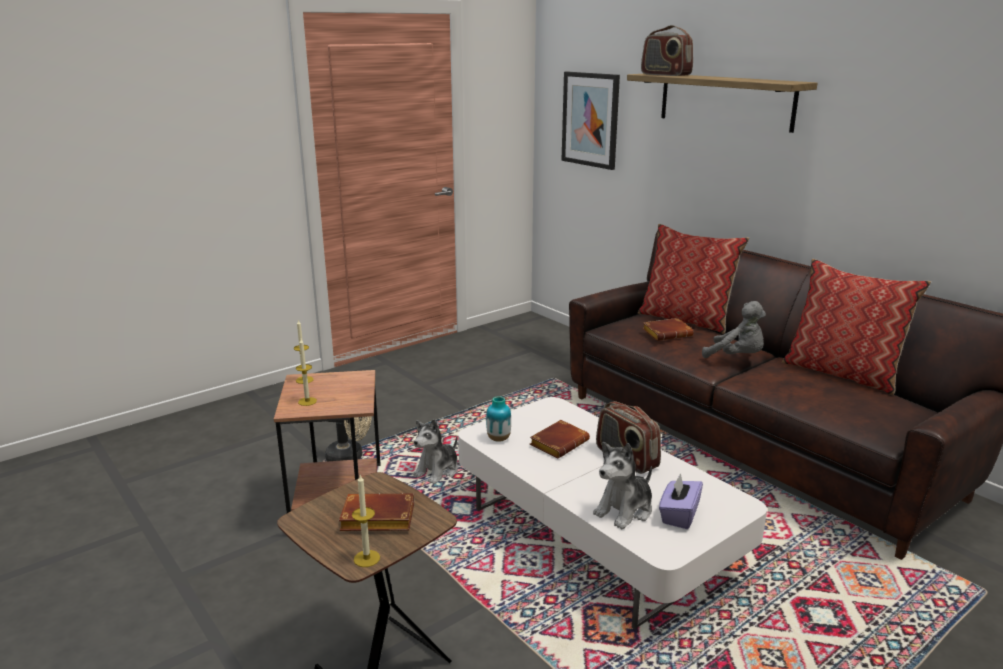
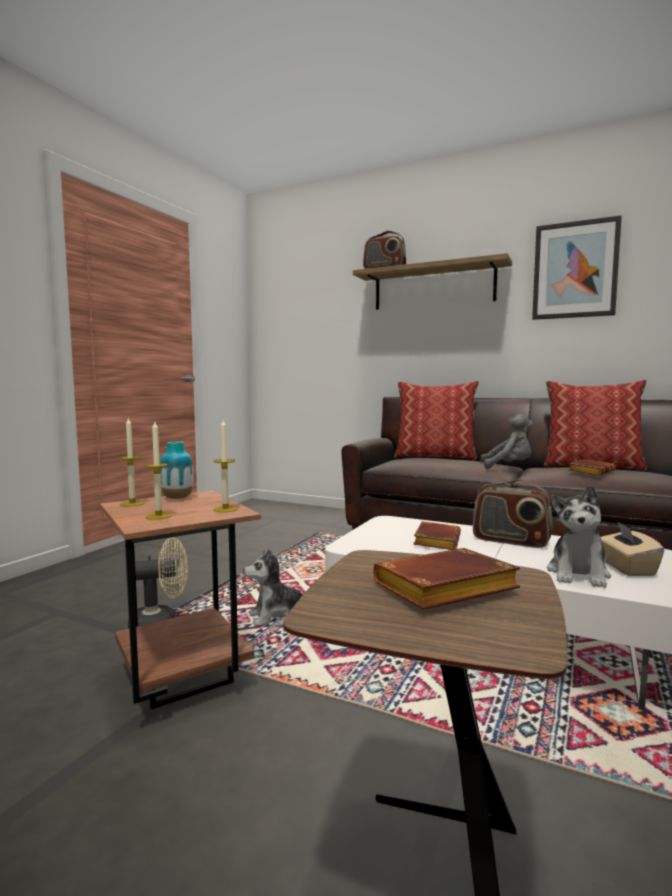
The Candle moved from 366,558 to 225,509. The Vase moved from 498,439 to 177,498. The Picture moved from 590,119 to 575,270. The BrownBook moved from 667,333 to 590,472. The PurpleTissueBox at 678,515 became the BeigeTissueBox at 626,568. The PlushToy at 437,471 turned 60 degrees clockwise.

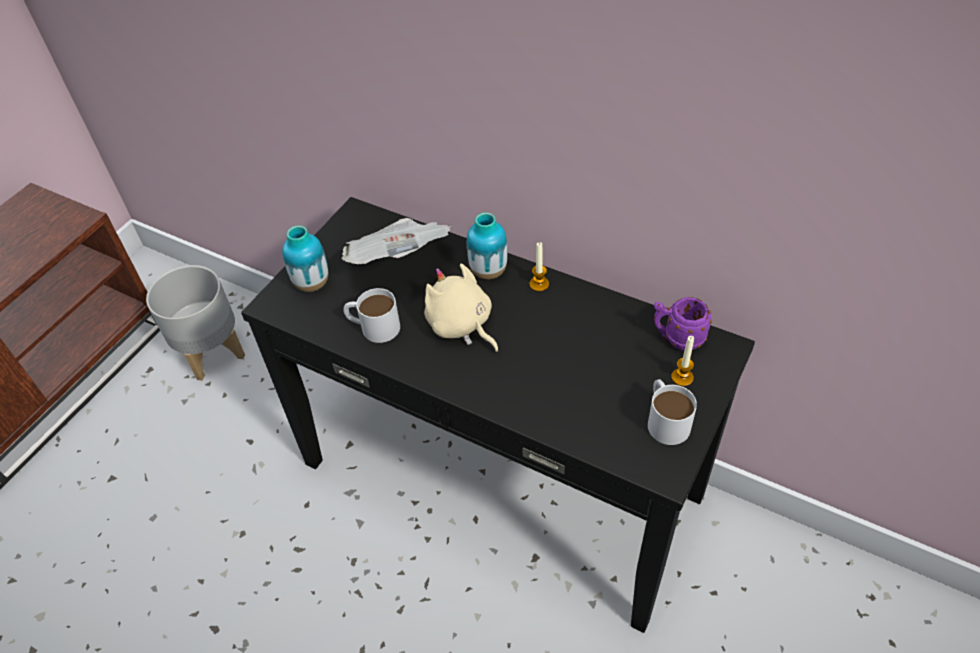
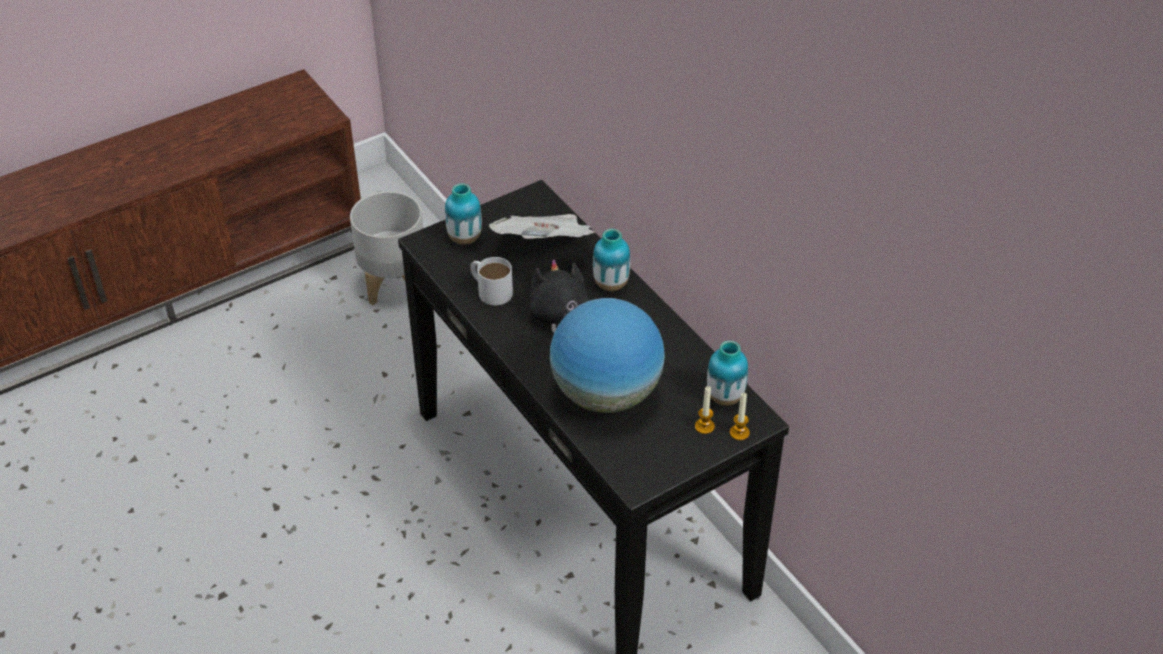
The WhiteMug at 665,419 disappeared. The Globe at 606,394 appeared. The Candle moved from 539,284 to 739,433. The PurpleMug at 677,338 was replaced by the Vase at 725,397. The BeigePlushToy at 461,325 became the BlackPlushToy at 559,317.

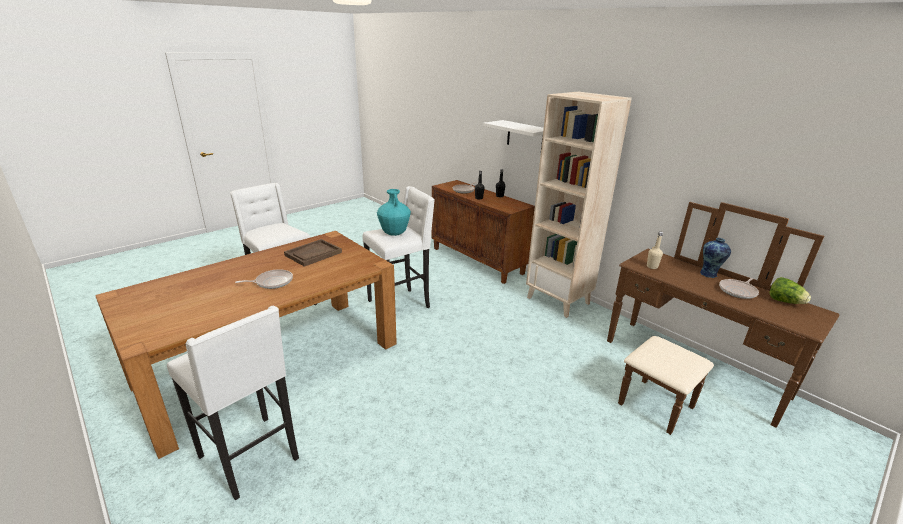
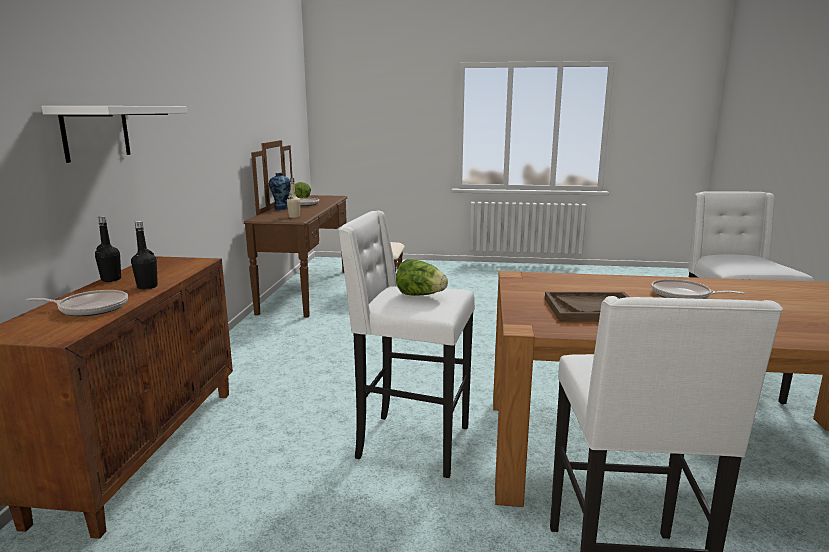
The BeigeBookcase at 558,300 disappeared. The TurquoiseVase at 394,233 was replaced by the Lettuce at 420,295.

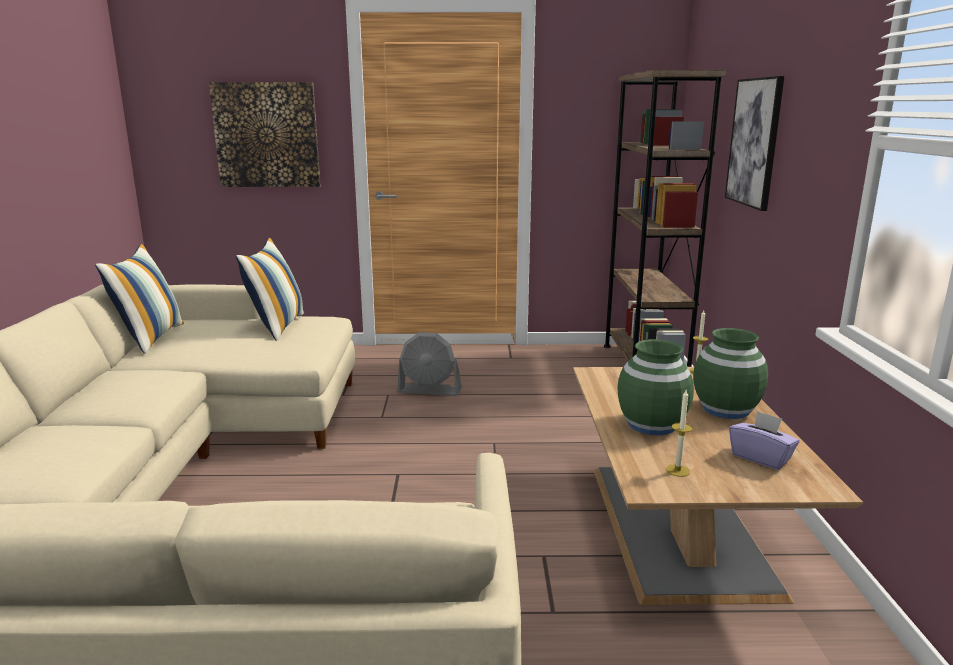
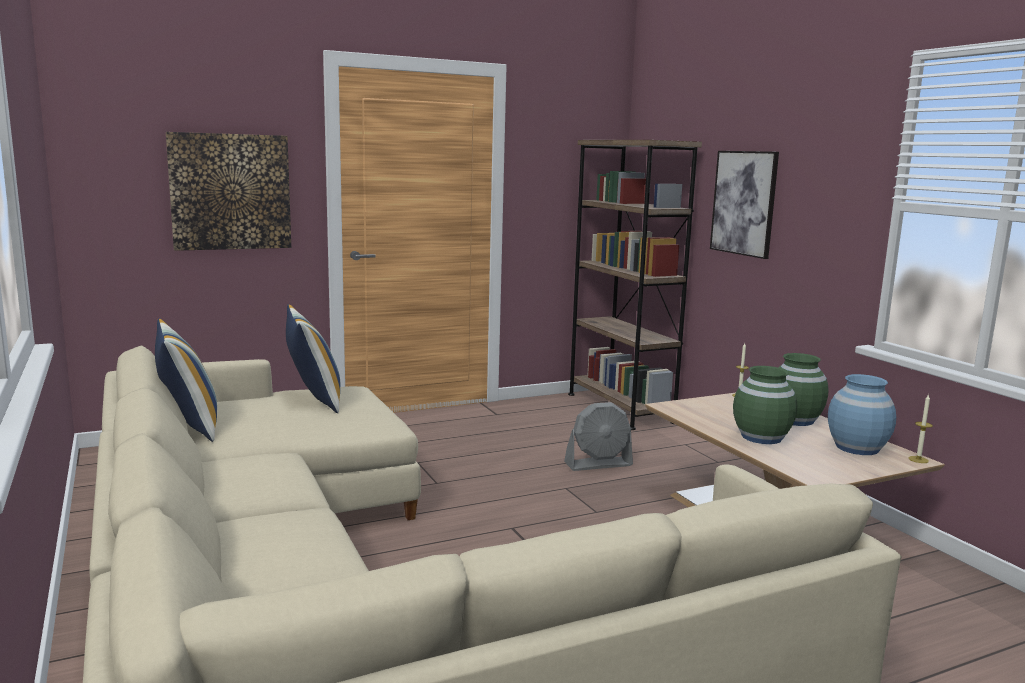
The GreyFan moved from 430,390 to 598,464. The Candle moved from 677,470 to 918,459. The PurpleTissueBox at 761,458 was replaced by the BlueVase at 857,448.

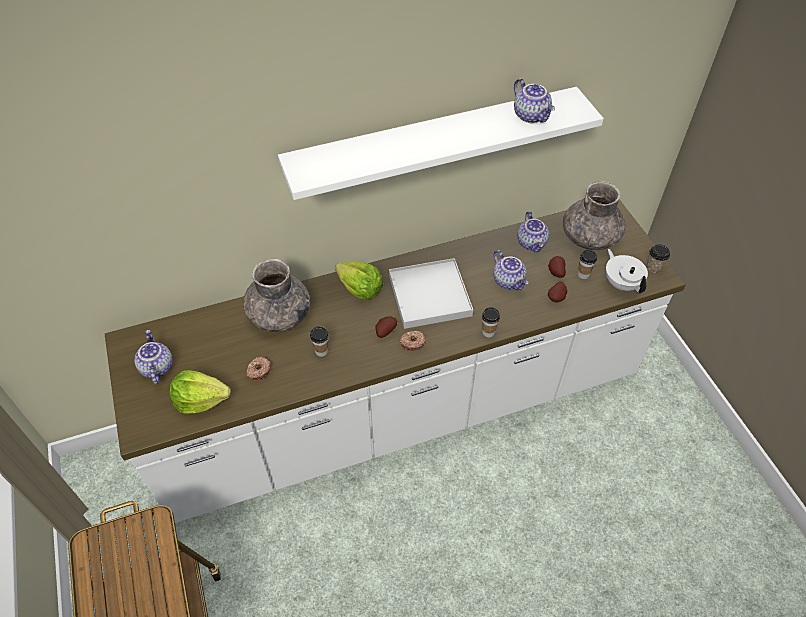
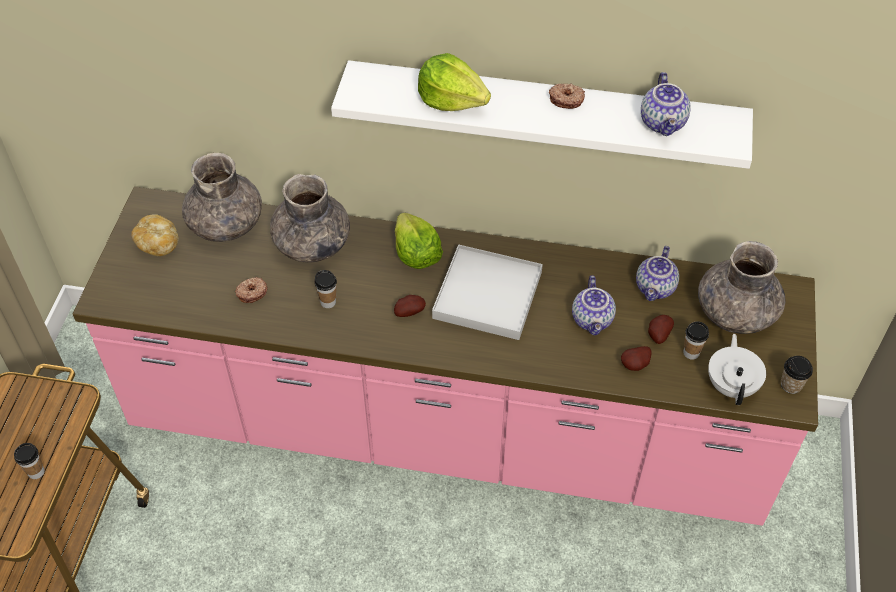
The GreyVase at 226,224 appeared. The Lettuce moved from 201,399 to 451,100. The Donut moved from 412,342 to 566,99. The Cup moved from 488,332 to 36,472. The Teapot at 156,367 was replaced by the Bread at 158,243. The WhiteCounter at 403,410 became the PinkCounter at 448,429.

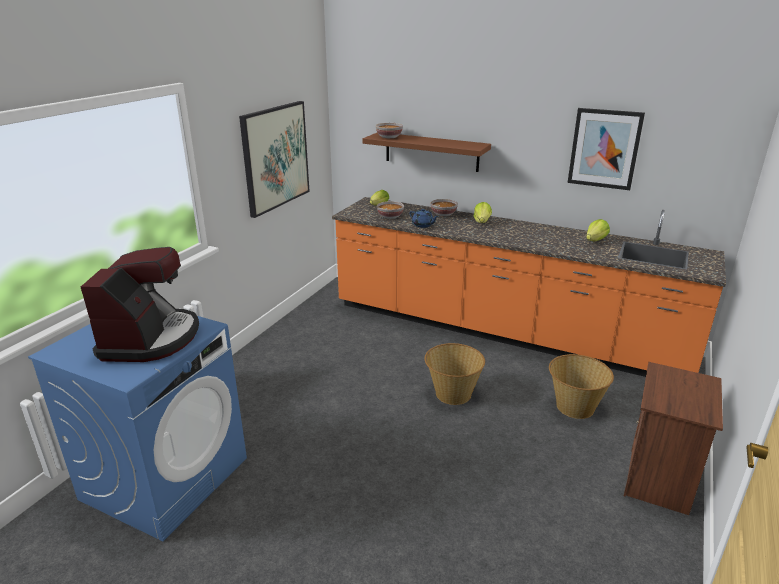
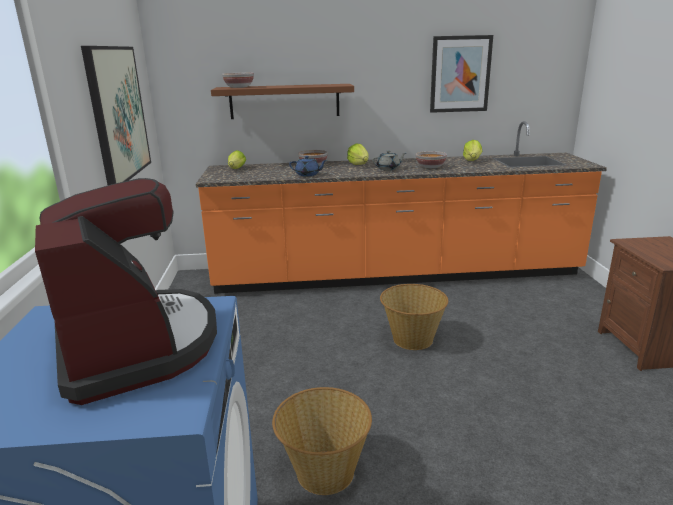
The GreyTeapot at 388,169 appeared. The Bowl moved from 390,216 to 430,167. The Basket moved from 574,406 to 324,471.

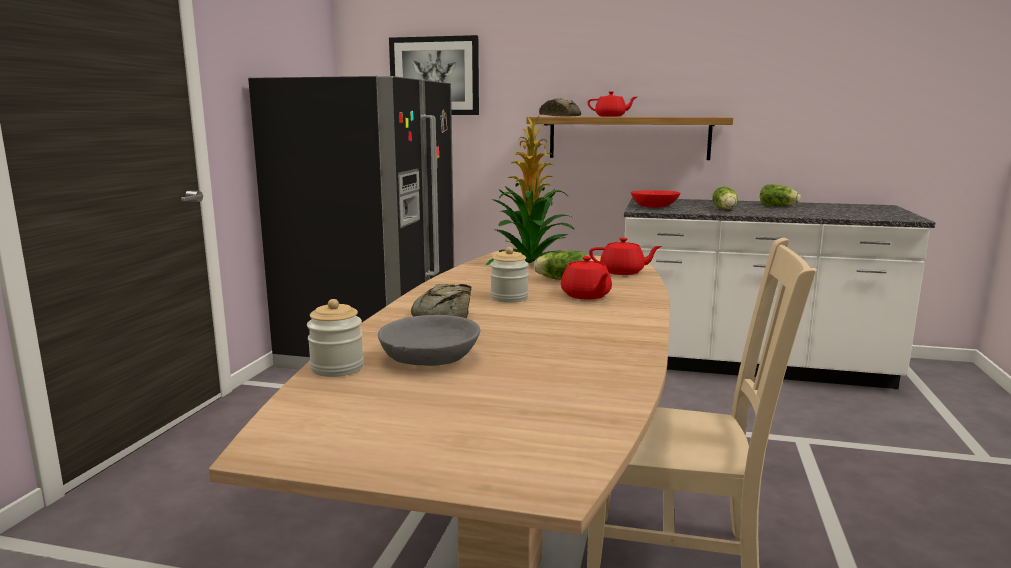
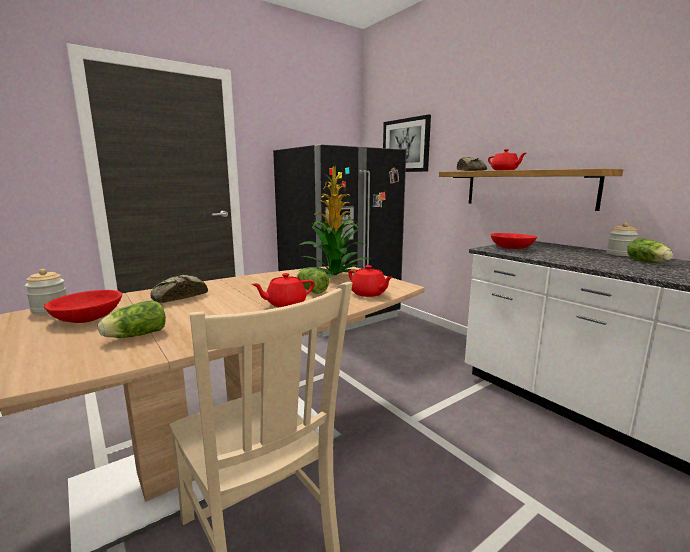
The Jar moved from 509,298 to 620,254. The Lettuce moved from 725,209 to 134,336. The GreyBowl at 430,358 became the RedBowl at 87,317. The RedTeapot at 586,296 turned 45 degrees clockwise.

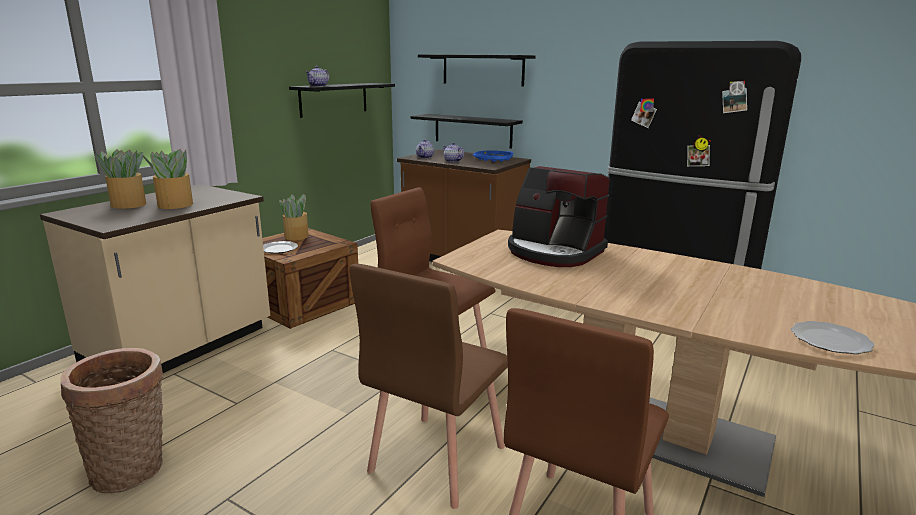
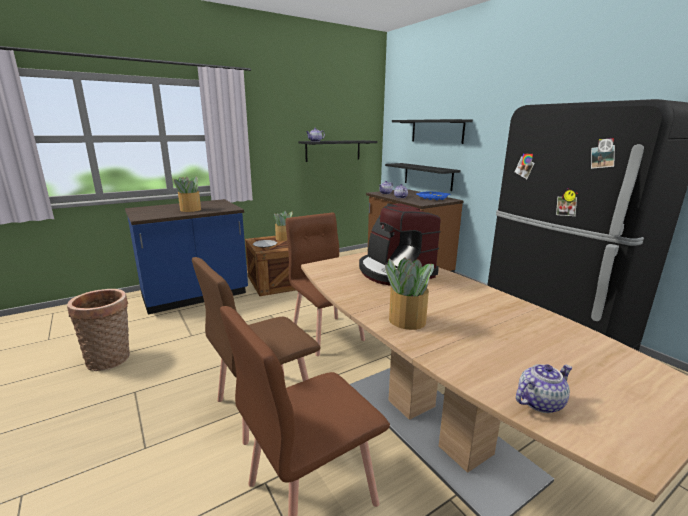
The PottedPlant moved from 128,204 to 406,320. The Plate at 829,340 was replaced by the Teapot at 539,402. The BeigeCounter at 182,348 became the BlueCounter at 195,296.

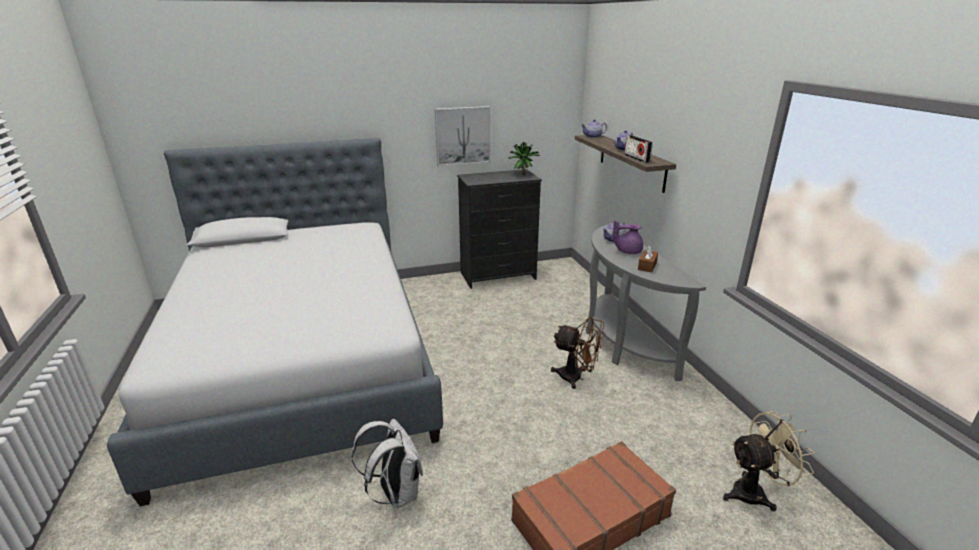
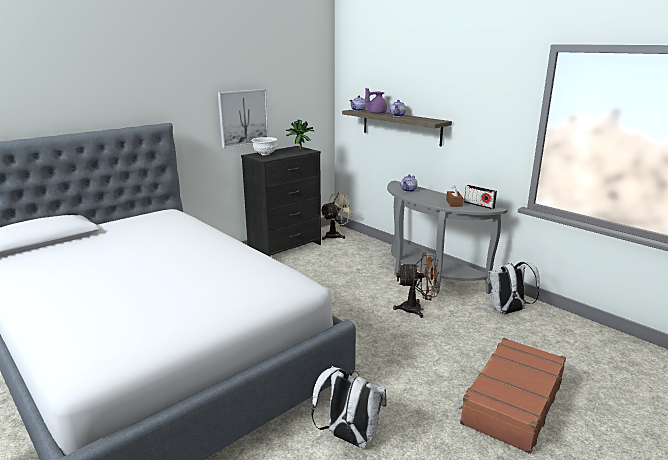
The WhiteBowl at 265,154 appeared. The WhiteBackpack at 507,311 appeared. The PurpleTeapot moved from 627,251 to 376,113. The Radio moved from 636,158 to 479,205. The BeigeFan moved from 755,492 to 336,235.

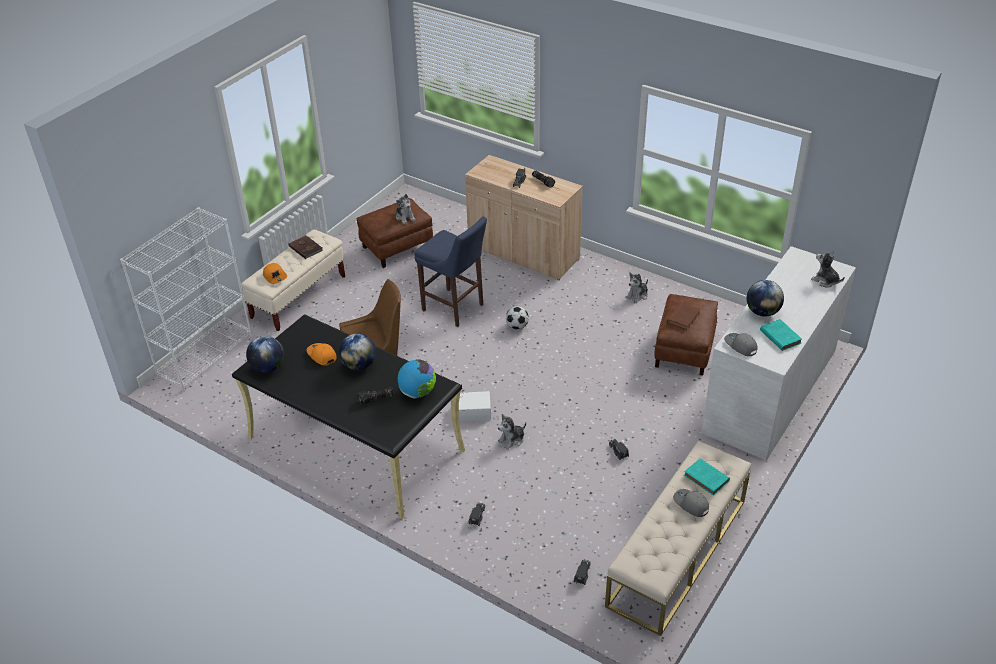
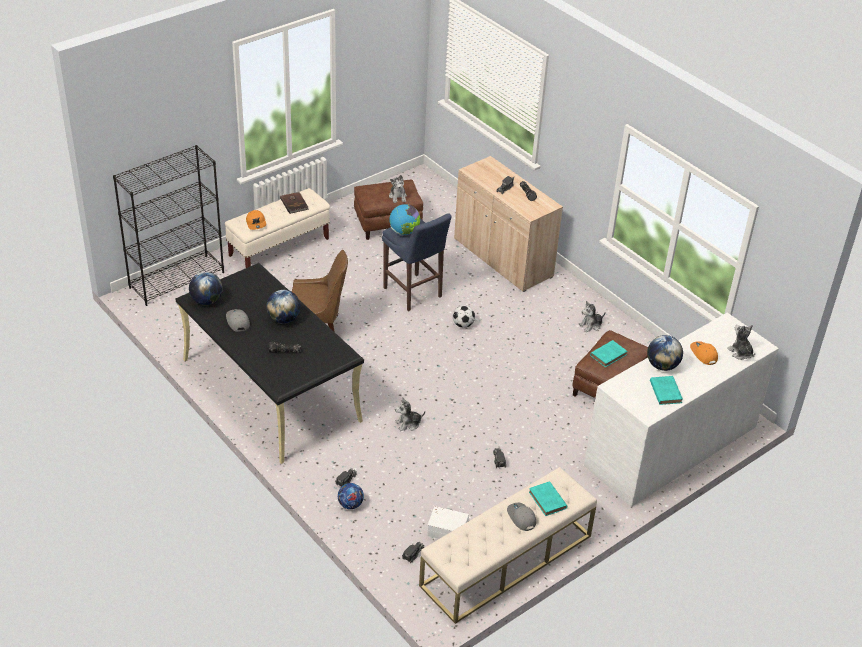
The Football at 350,504 appeared. The OrangeCap moved from 321,356 to 703,354. The Globe moved from 418,392 to 404,232. The WhiteStorageBox moved from 473,411 to 447,529. The GreyCap moved from 740,346 to 237,322. The WhiteBookcase at 206,356 became the BlackBookcase at 177,279. The BrownBook at 683,317 became the TurquoiseBook at 609,355.

